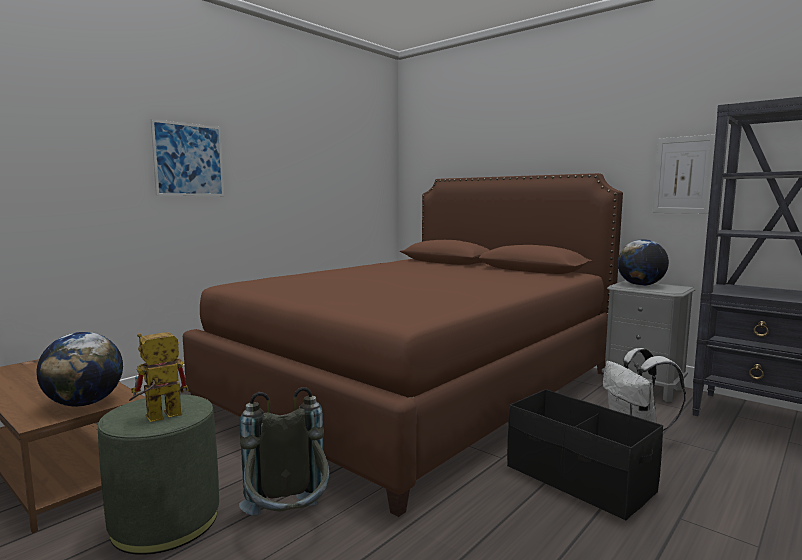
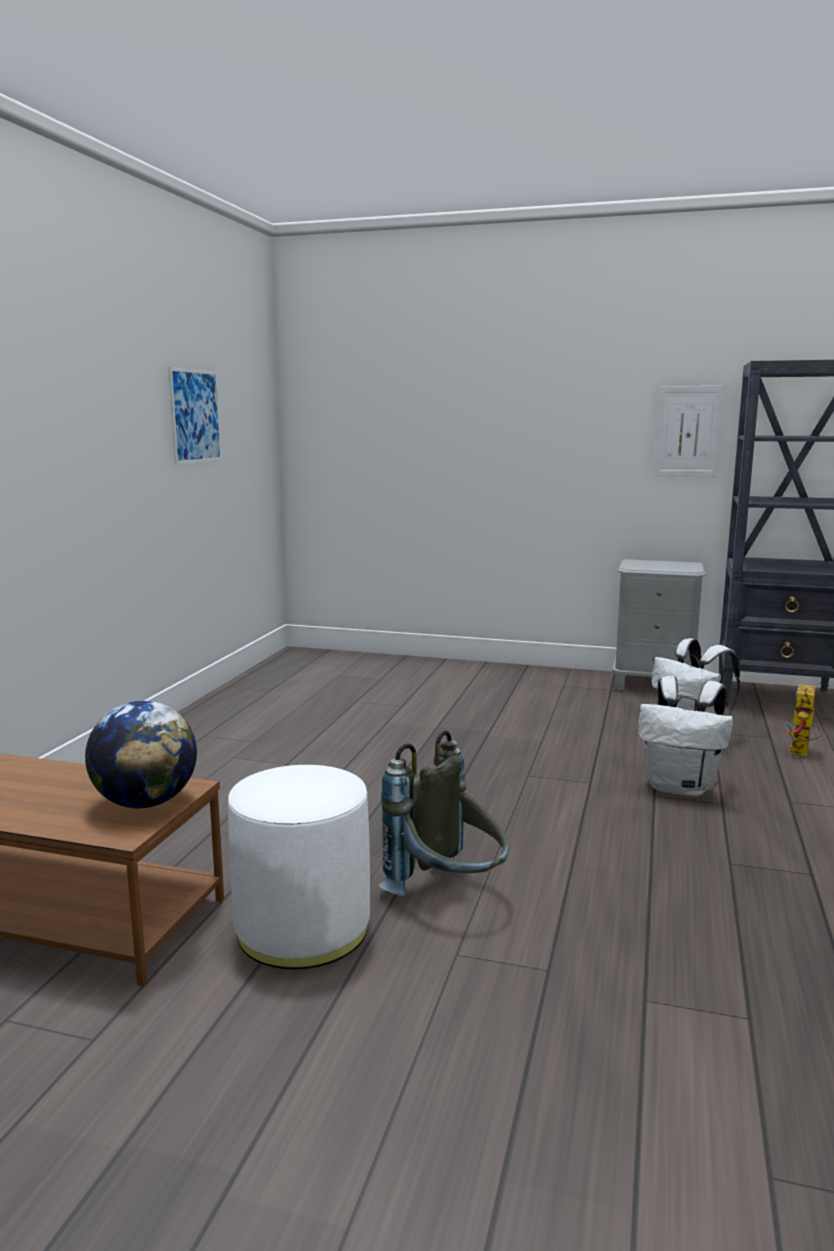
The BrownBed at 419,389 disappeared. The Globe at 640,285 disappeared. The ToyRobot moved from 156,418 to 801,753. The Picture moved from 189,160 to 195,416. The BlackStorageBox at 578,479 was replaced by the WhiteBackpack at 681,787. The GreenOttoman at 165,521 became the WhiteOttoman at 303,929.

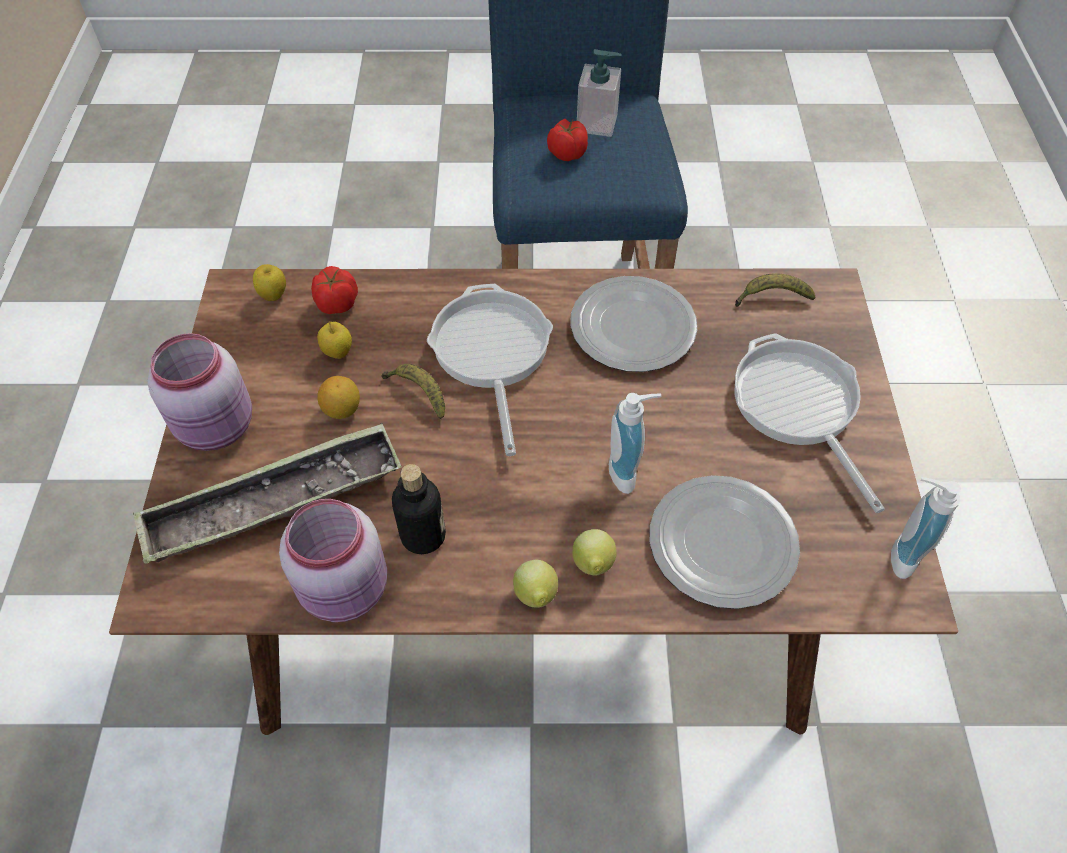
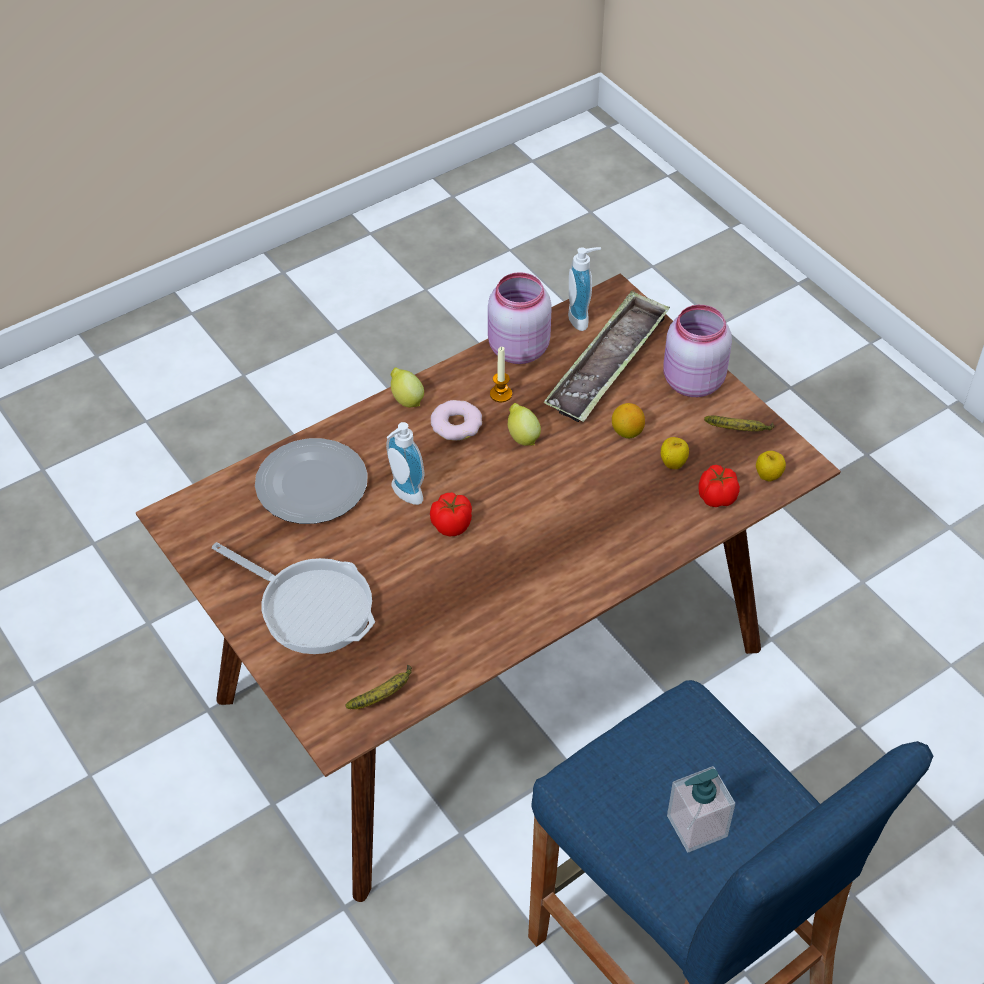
The FryingPan at 491,353 disappeared. The Plate at 631,326 disappeared. The Donut at 456,424 appeared. The Banana moved from 418,393 to 739,431. The Tomato moved from 566,153 to 452,524. The Lemon moved from 593,565 to 522,437. The SoapDispenser moved from 898,553 to 582,318. The Bottle at 423,535 was replaced by the Candle at 501,394.

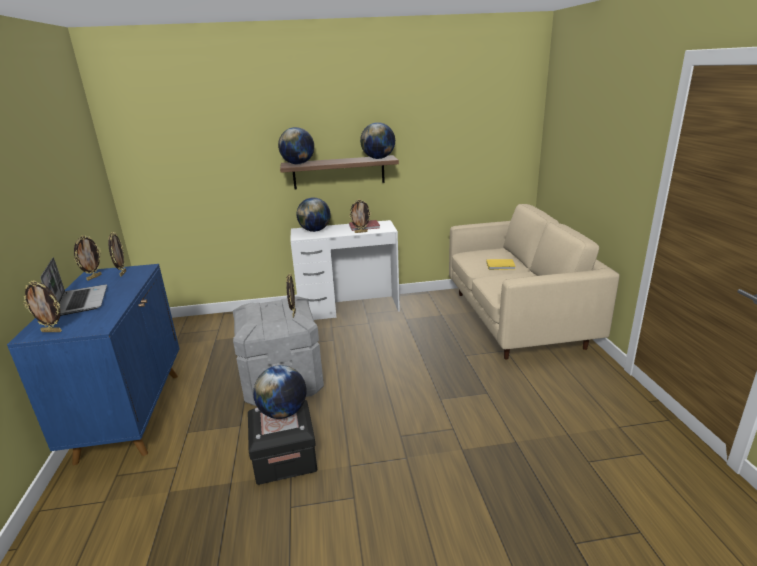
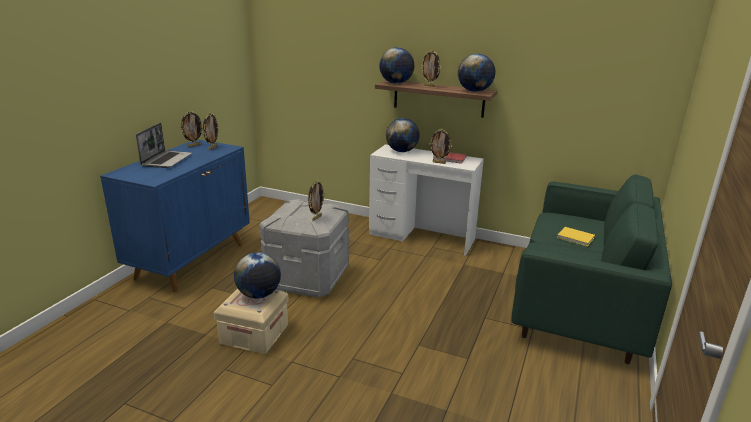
The PictureFrame moved from 52,331 to 430,86. The BlackStorageBox at 285,457 became the BeigeStorageBox at 254,334. The BeigeSofa at 515,319 became the GreenSofa at 580,304.

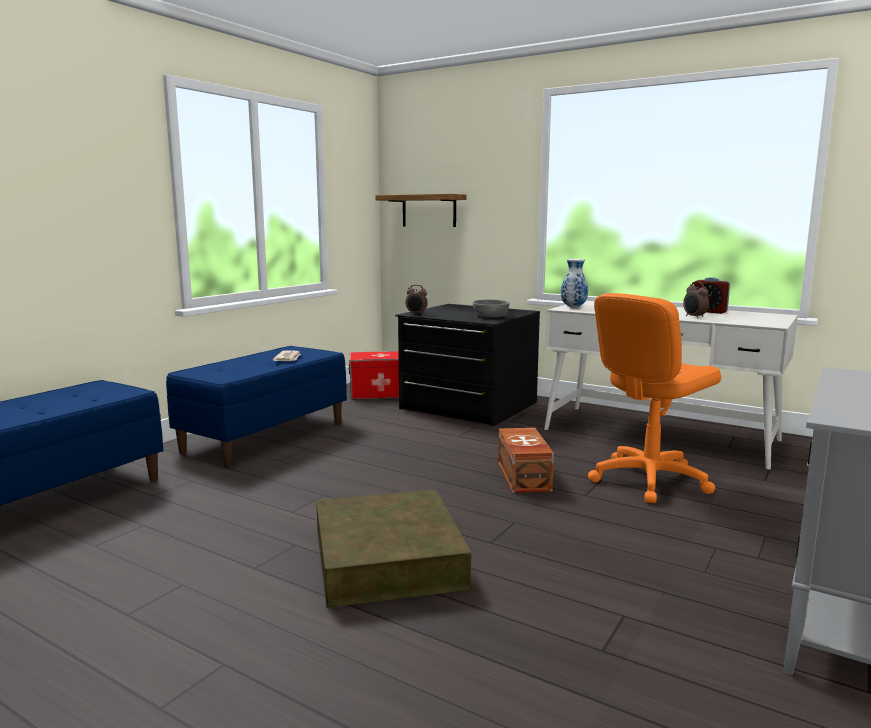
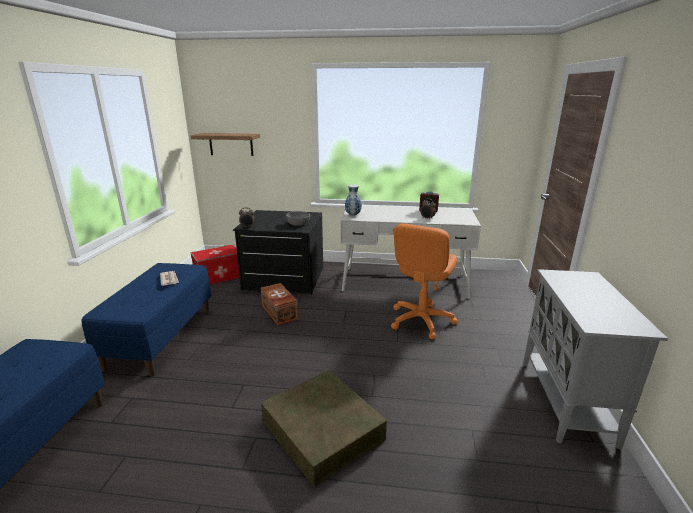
The BrownStorageBox moved from 522,477 to 279,313.

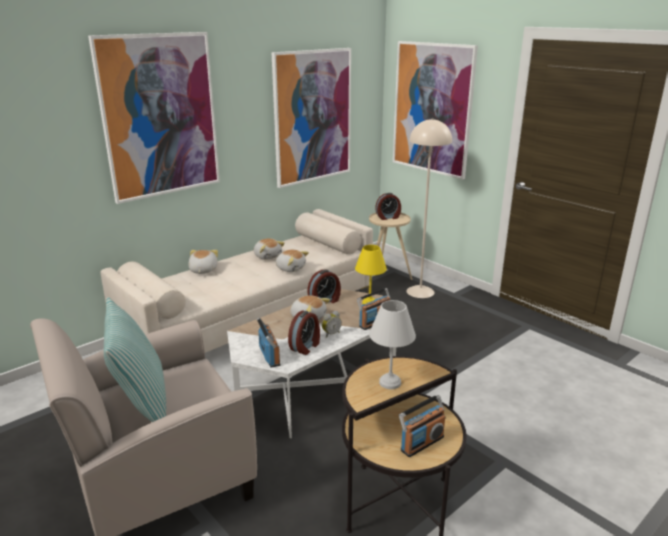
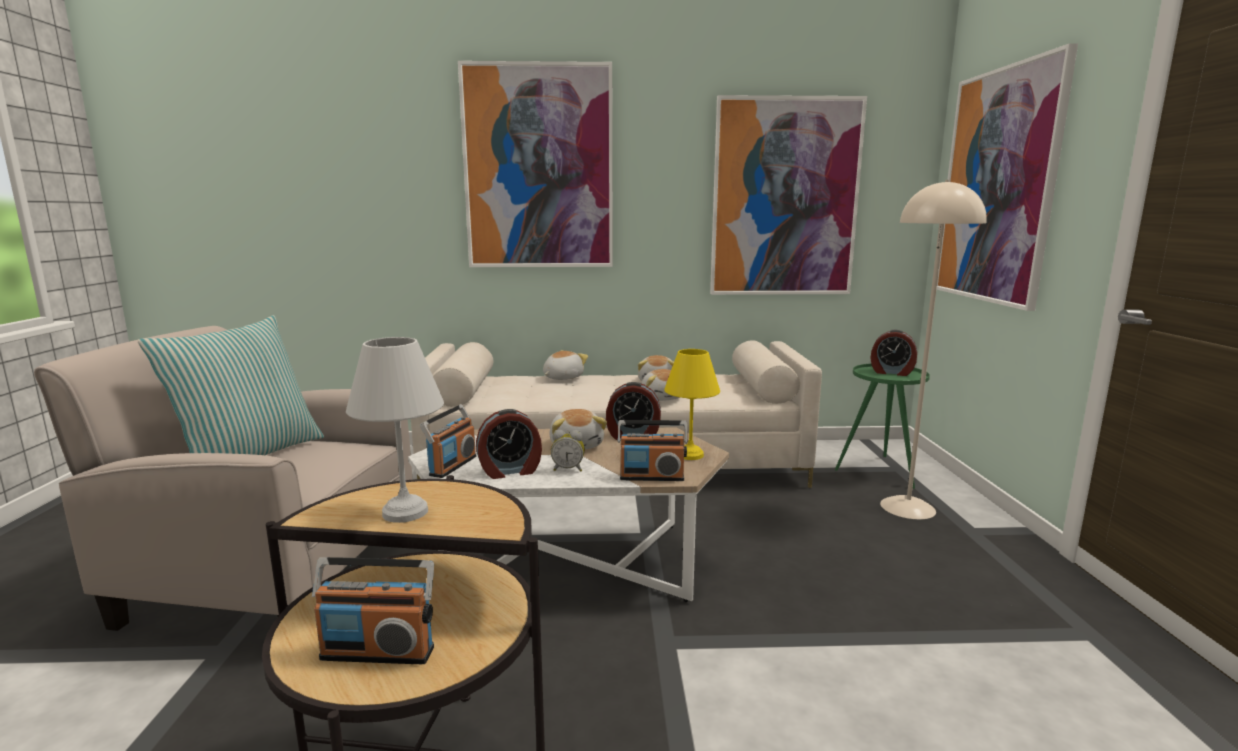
The BeigeSideTable at 387,273 became the GreenSideTable at 880,470.

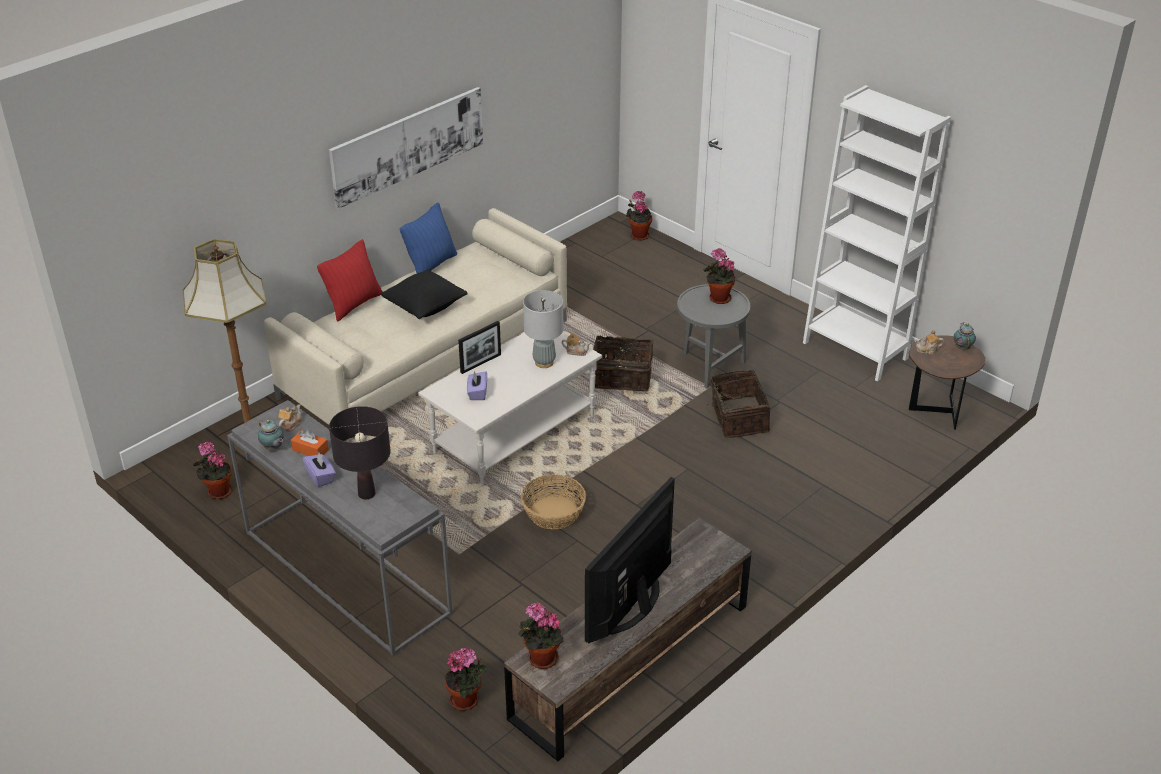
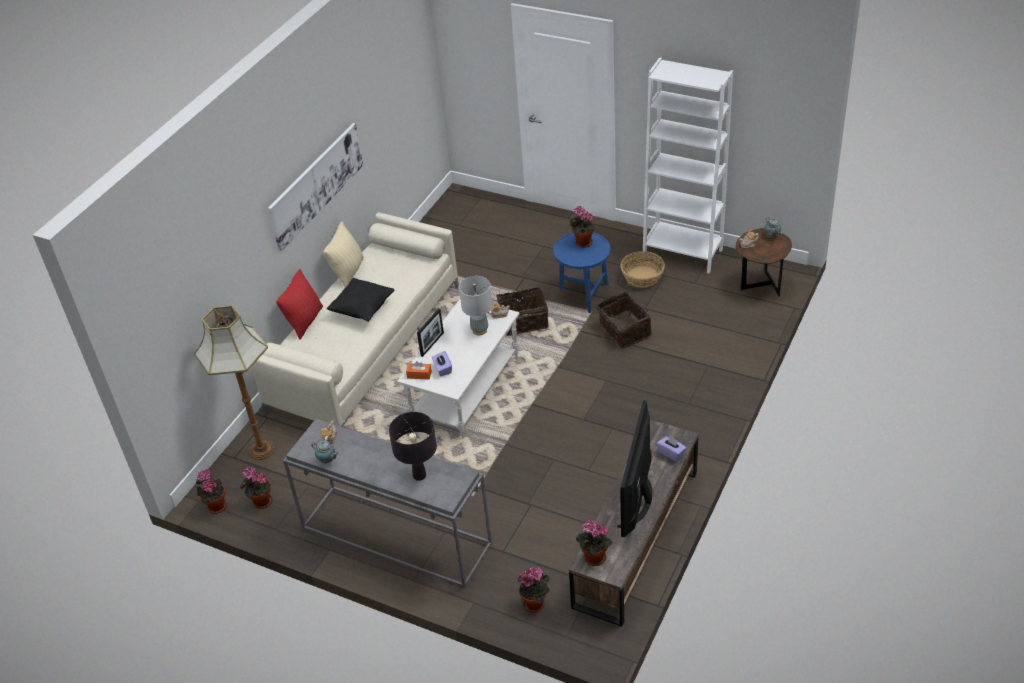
The OrangeTissueBox moved from 310,450 to 419,374. The PurpleTissueBox moved from 320,477 to 671,453. The Basket moved from 553,513 to 642,277. The PottedPlant moved from 638,235 to 216,506. The BluePillow at 431,265 became the BeigePillow at 348,272. The GreySideTable at 709,366 became the BlueSideTable at 583,294.

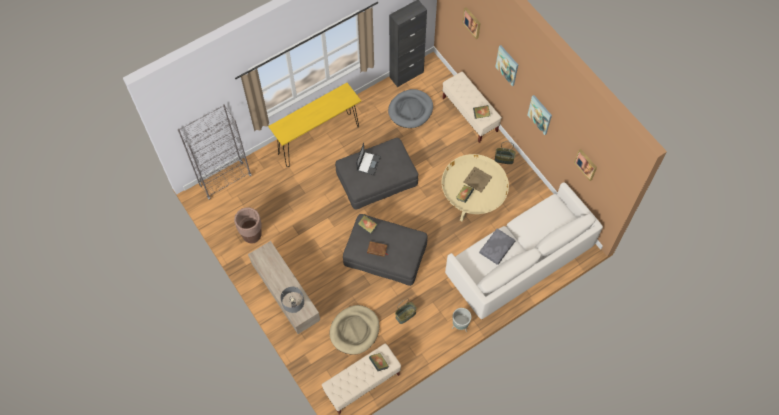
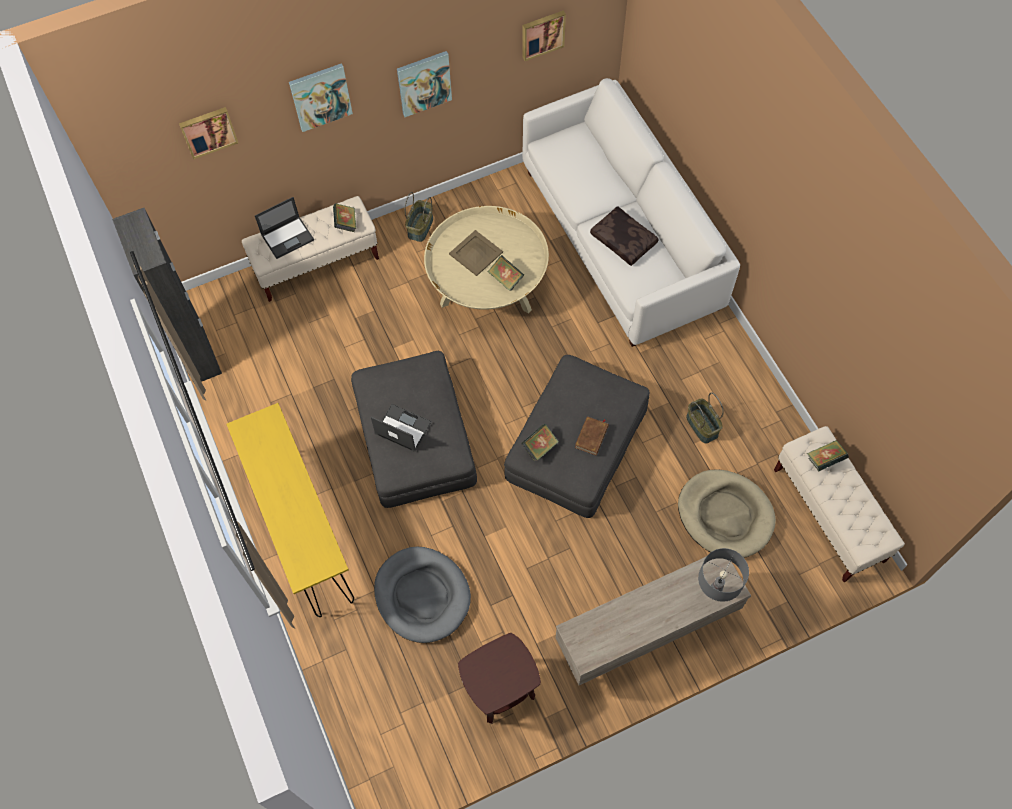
The GreyBookcase at 225,180 disappeared. The GreyPlanter at 460,326 disappeared. The Laptop at 288,237 appeared. The GreyDogBed moved from 410,110 to 422,595. The BrownPlanter at 252,235 was replaced by the BrownSideTable at 500,689. The GreyPillow at 497,248 became the BrownPillow at 624,240.

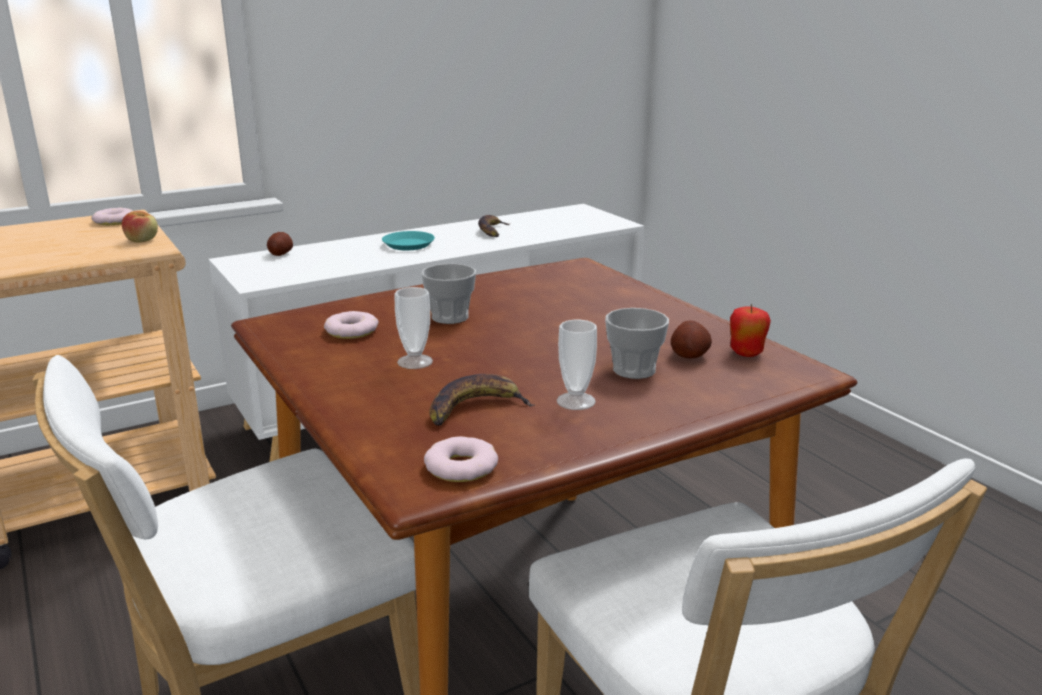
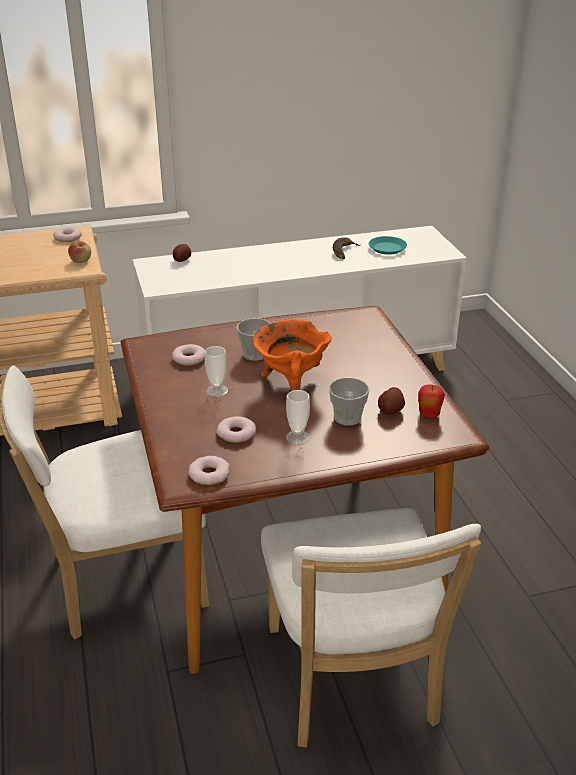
The OrangeCookingPot at 291,384 appeared. The TurquoisePlate moved from 409,245 to 387,248. The Banana at 475,408 was replaced by the Donut at 236,433.

